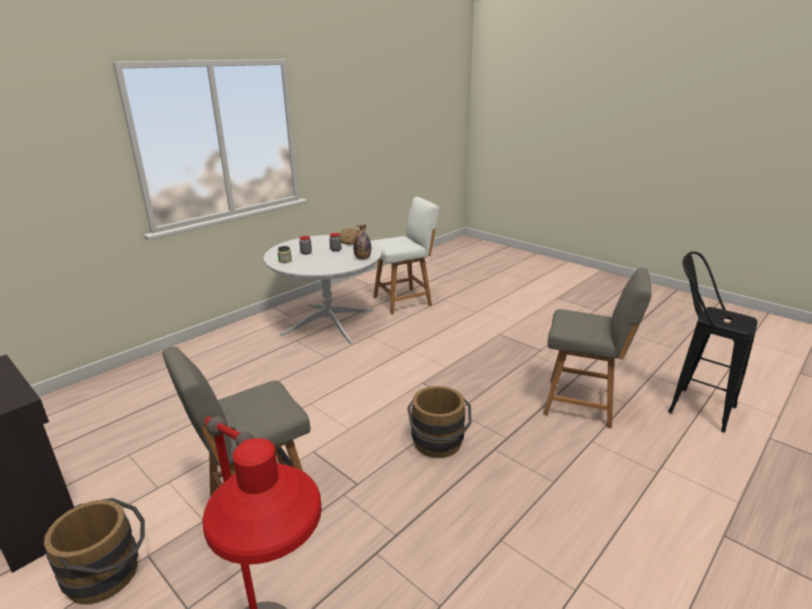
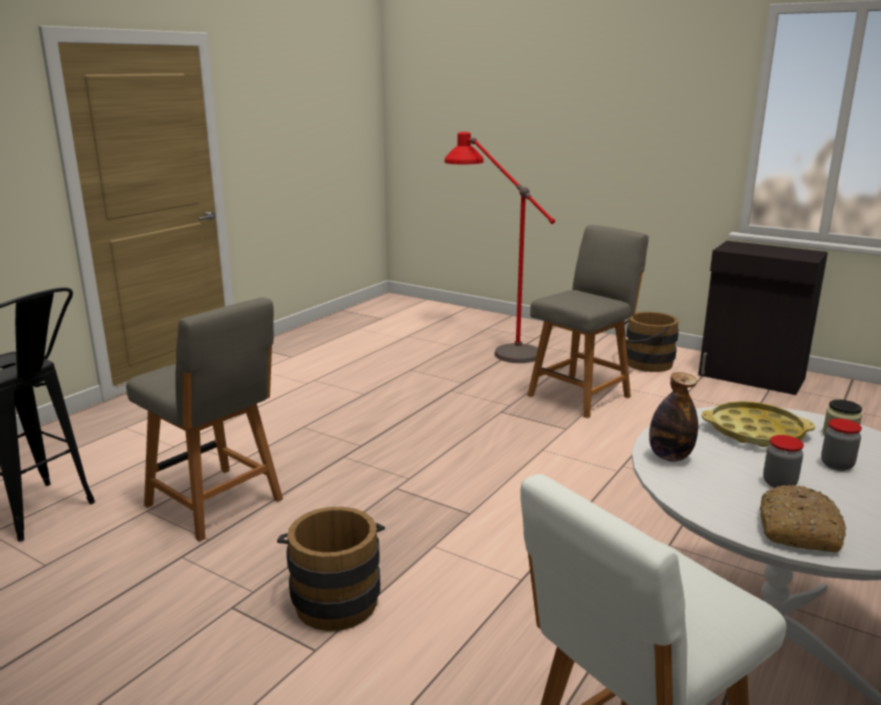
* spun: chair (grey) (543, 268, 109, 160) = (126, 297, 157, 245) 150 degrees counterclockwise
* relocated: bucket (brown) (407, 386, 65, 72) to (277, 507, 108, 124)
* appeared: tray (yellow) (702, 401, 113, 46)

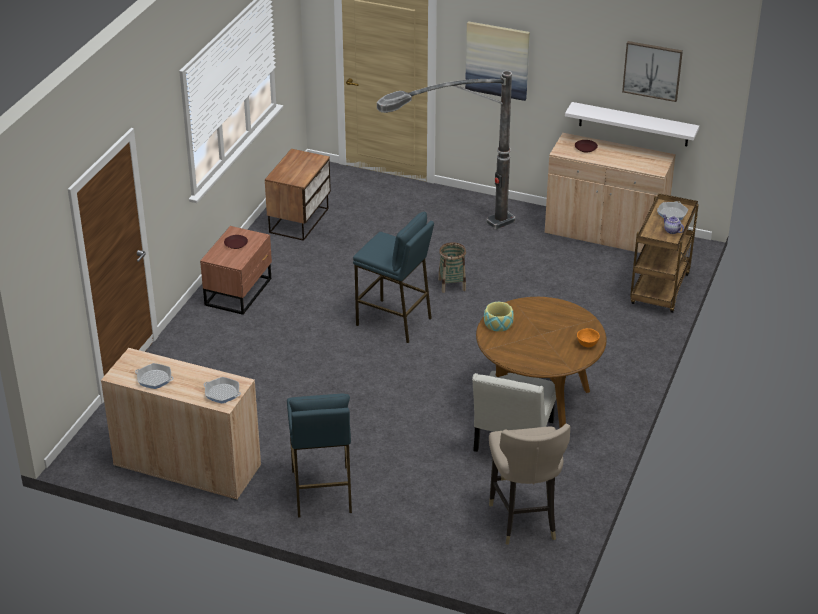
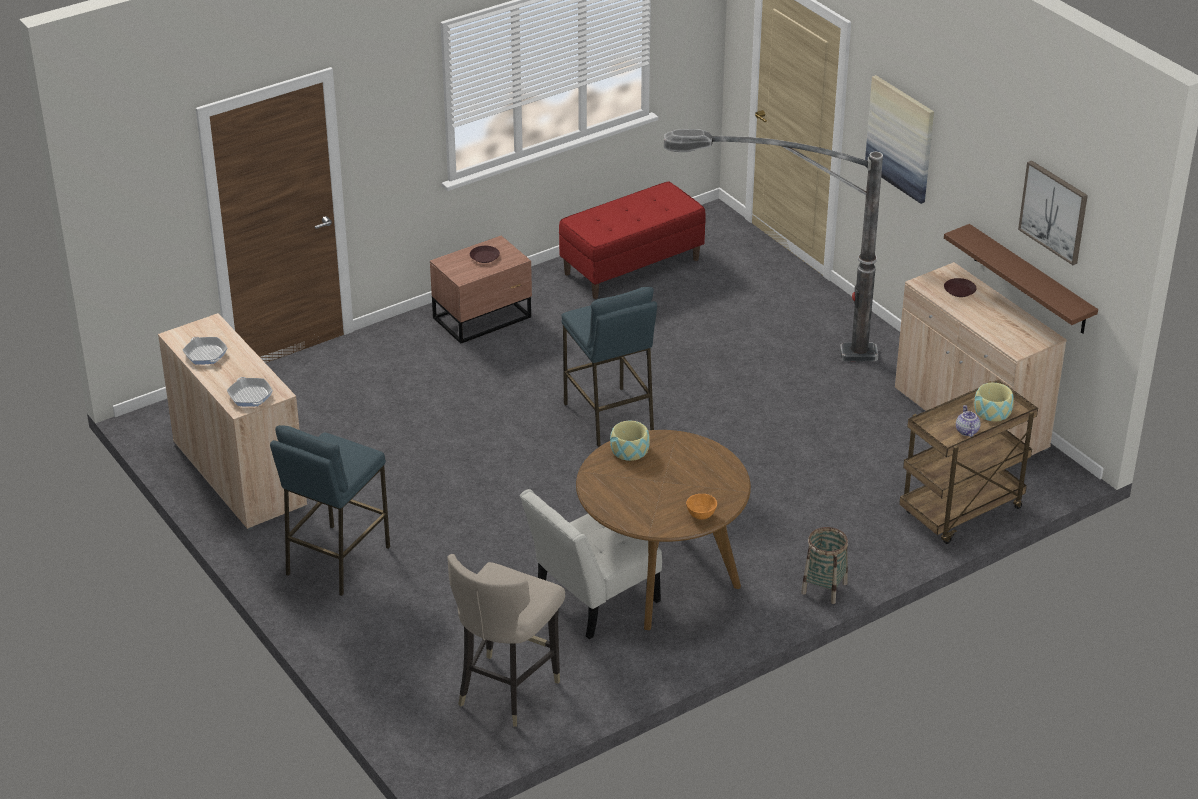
* colour: shelf (white) (565, 102, 134, 44) to shelf (brown) (944, 224, 154, 110)
* exchanged: nightstand (265, 149, 66, 92) to bench (red) (559, 181, 147, 118)
* exchanged: frying pan (657, 201, 32, 19) to bowl (974, 383, 40, 38)
* relocated: basket (438, 242, 28, 51) to (801, 527, 47, 77)

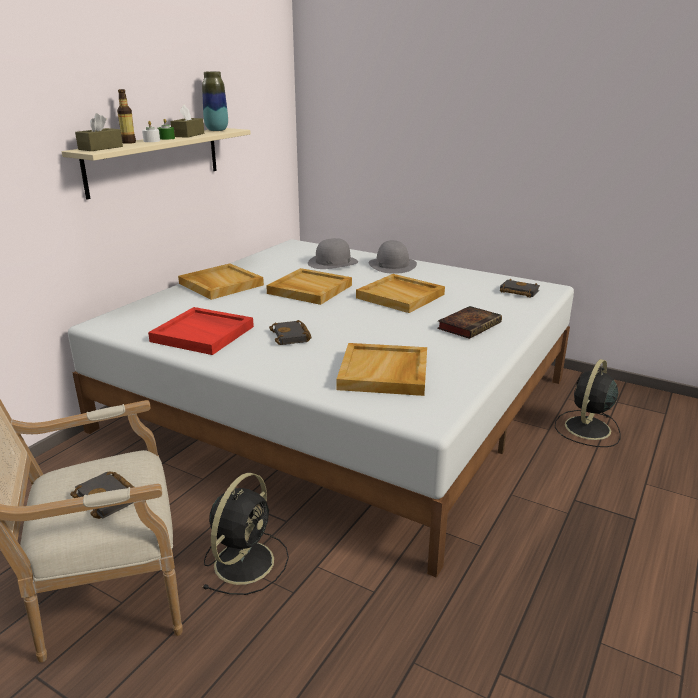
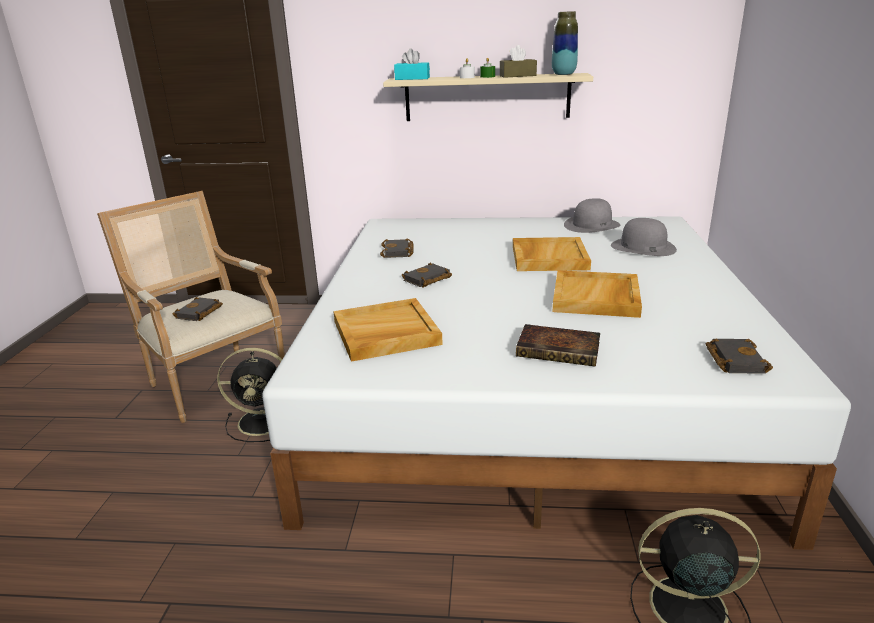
* missing: bottle (117, 89, 19, 55)
* colour: tissue box (brown) (75, 113, 48, 38) to tissue box (turquoise) (394, 49, 36, 31)
* relocated: hat (grey) (369, 240, 48, 34) to (564, 198, 57, 35)
* missing: tray (beige) (178, 263, 86, 37)
* exchanged: tray (red) (148, 307, 106, 48) to book (black) (380, 238, 34, 20)

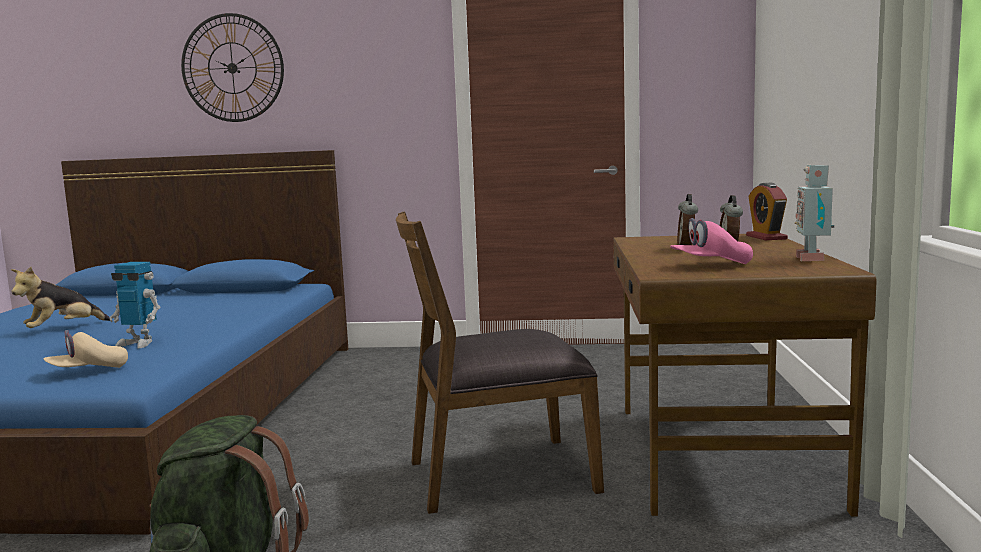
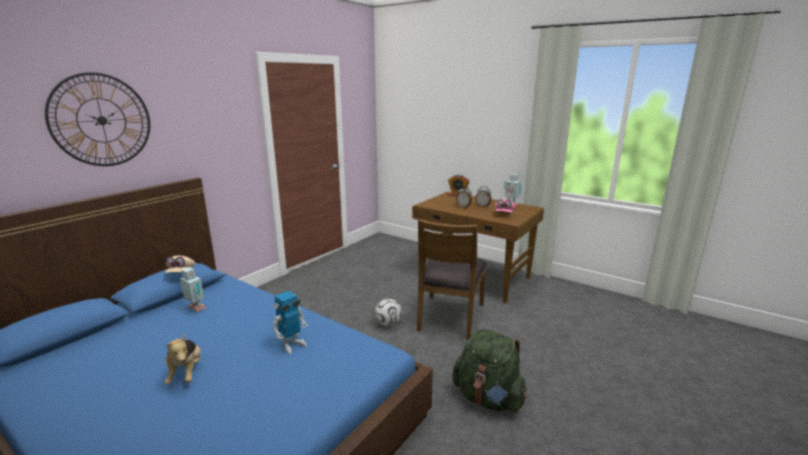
* relocated: cap (beige) (43, 330, 85, 38) to (165, 256, 30, 17)
* appeared: toy robot (180, 267, 26, 45)
* appeared: football (375, 299, 27, 27)

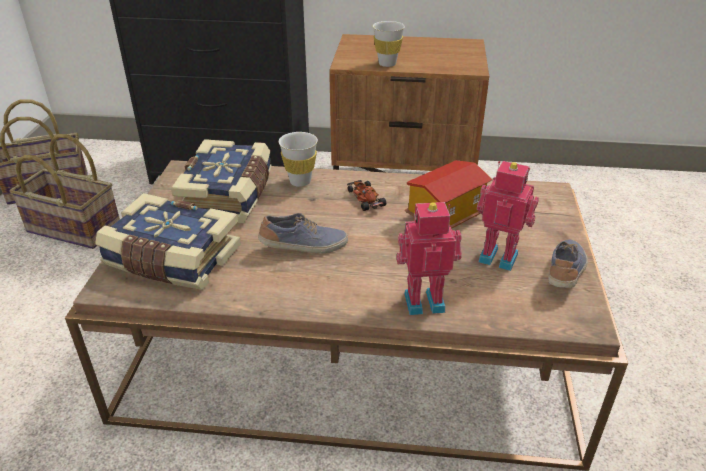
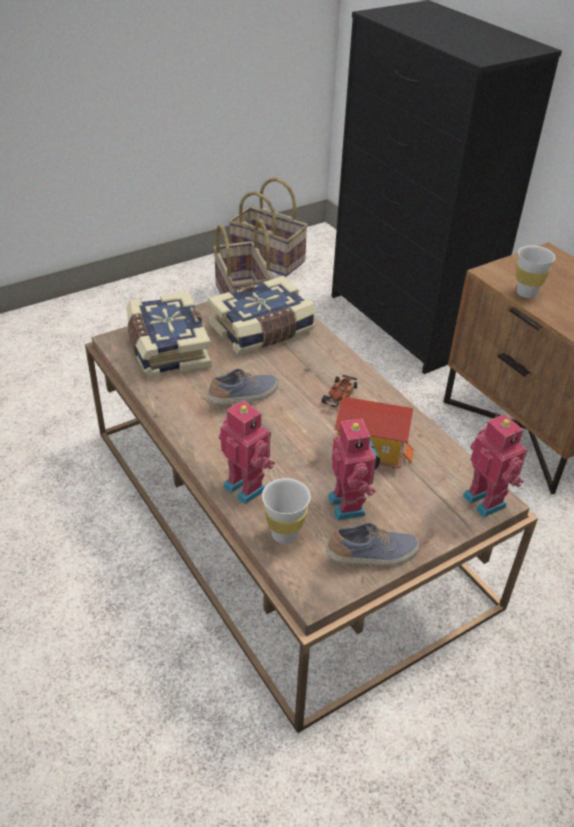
* relocated: cup (white) (279, 132, 39, 55) to (262, 478, 49, 66)
* spun: shoe (258, 213, 90, 40) = (208, 369, 70, 35) 75 degrees counterclockwise
* appeared: toy robot (463, 413, 64, 105)

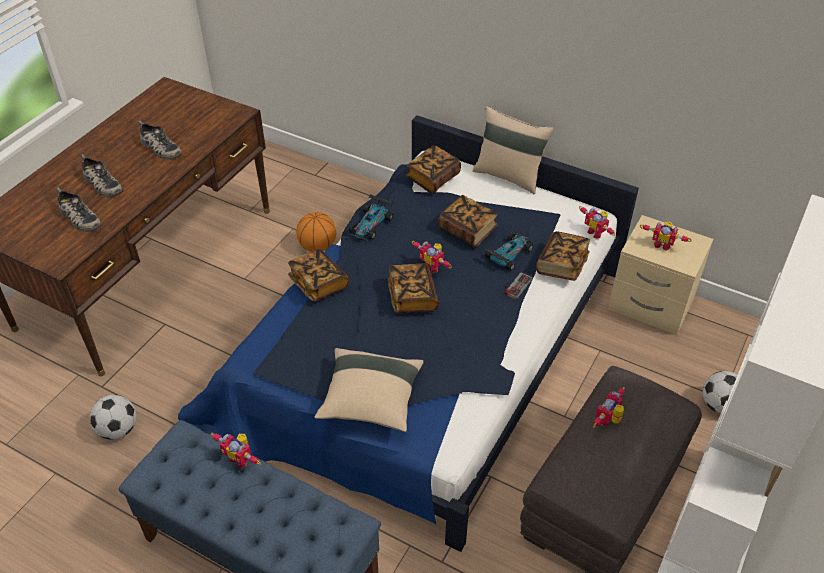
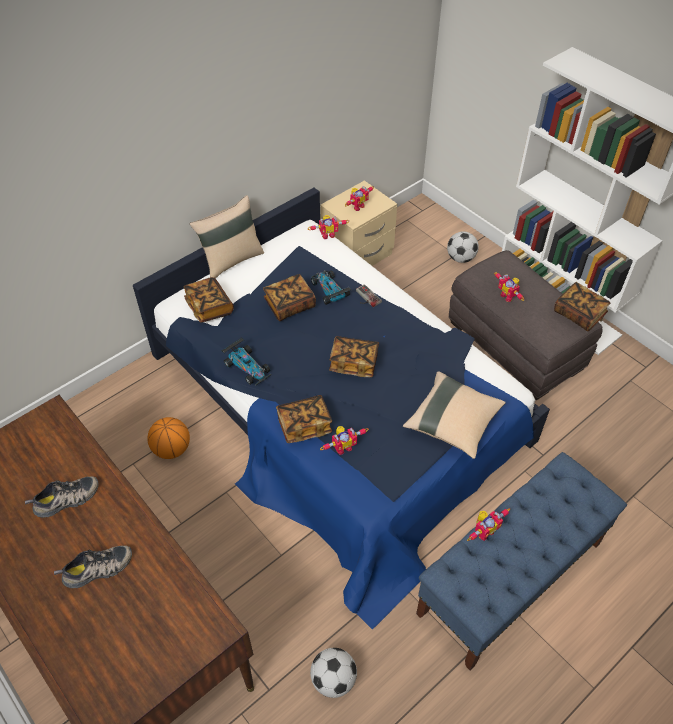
* missing: shoe (56, 187, 46, 45)
* relocated: book (536, 231, 54, 50) to (554, 282, 56, 49)
* relocated: toy robot (412, 241, 40, 32) to (320, 426, 49, 29)

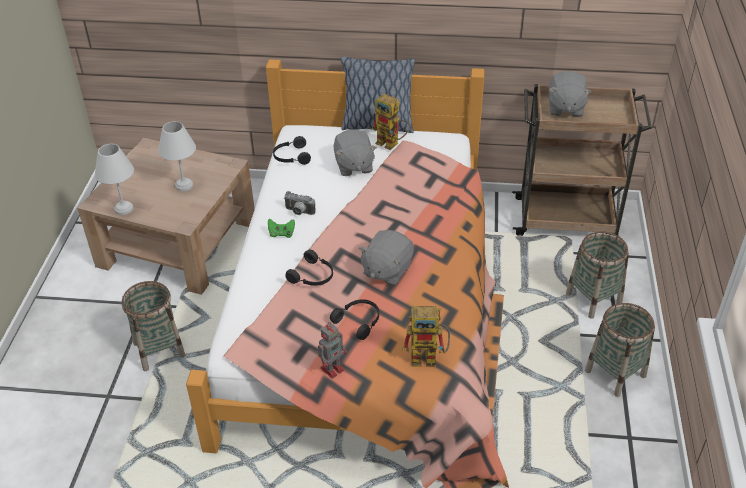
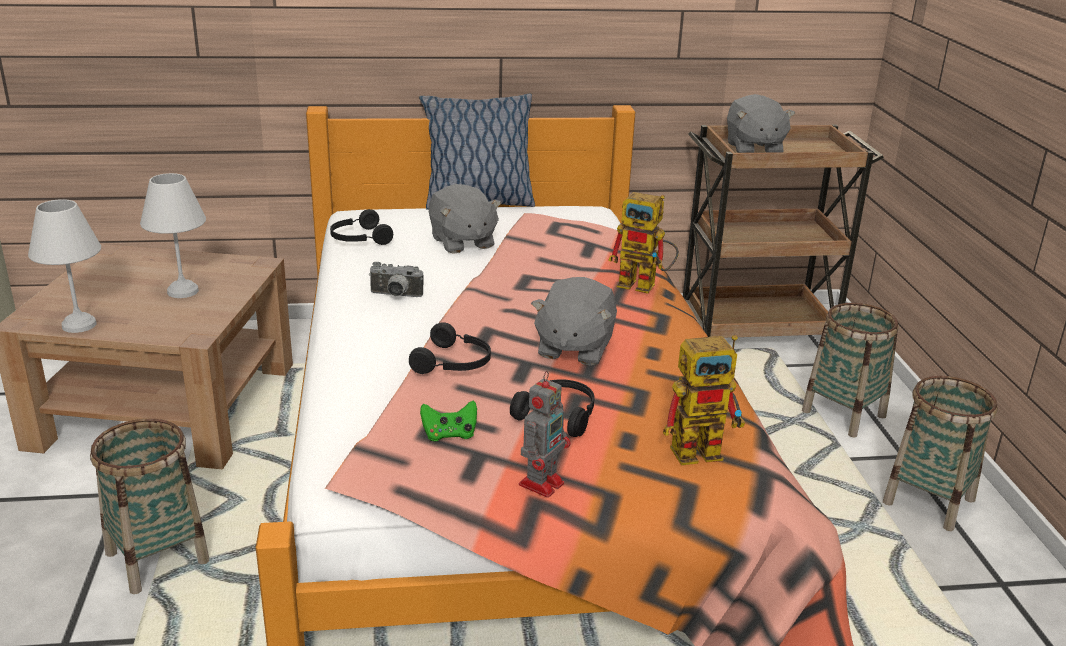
* relocated: toy robot (372, 94, 38, 56) to (608, 192, 71, 102)
* relocated: game controller (green) (268, 219, 27, 19) to (420, 401, 57, 41)

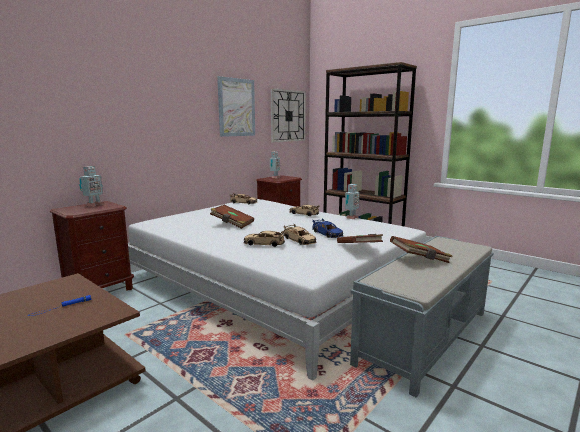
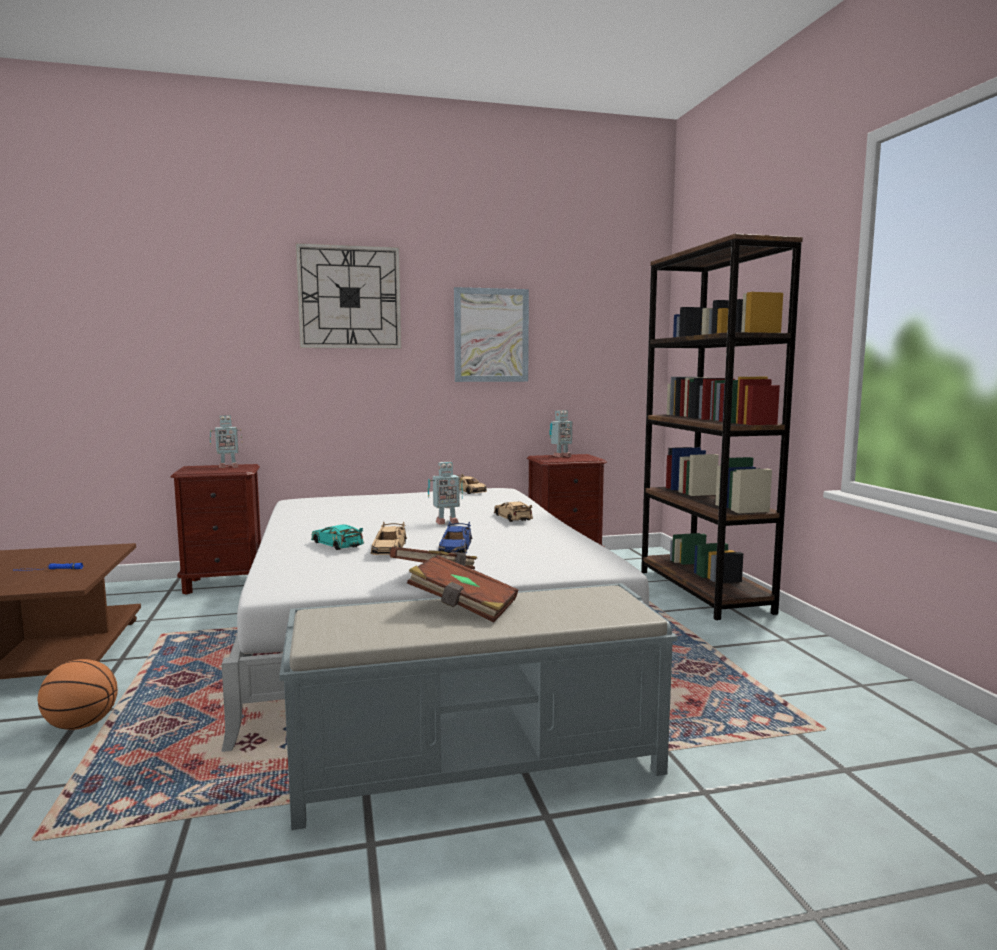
* relocated: wall clock (271, 88, 35, 54) to (296, 243, 105, 106)
* relocated: toy robot (345, 184, 15, 35) to (428, 462, 35, 63)
* missing: book (brown) (210, 205, 44, 24)
* colour: toy car (beige) (243, 231, 42, 16) to toy car (turquoise) (311, 524, 53, 26)
* appeared: basketball (38, 659, 80, 71)

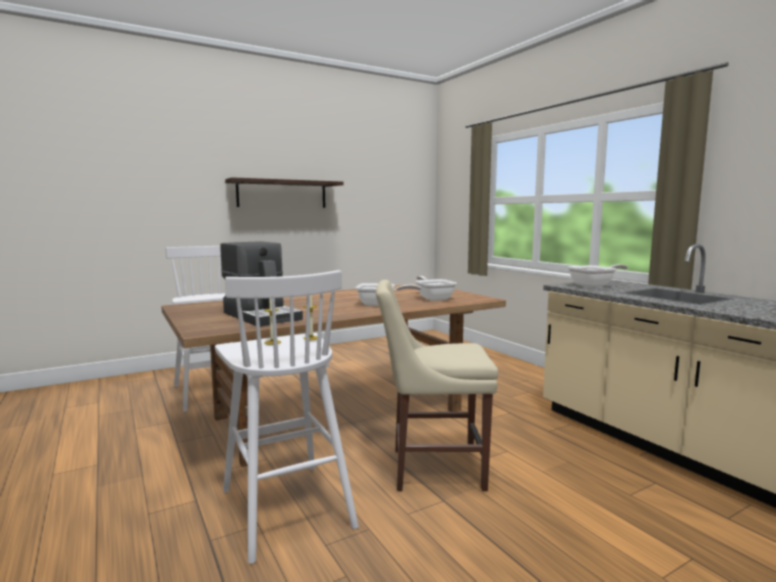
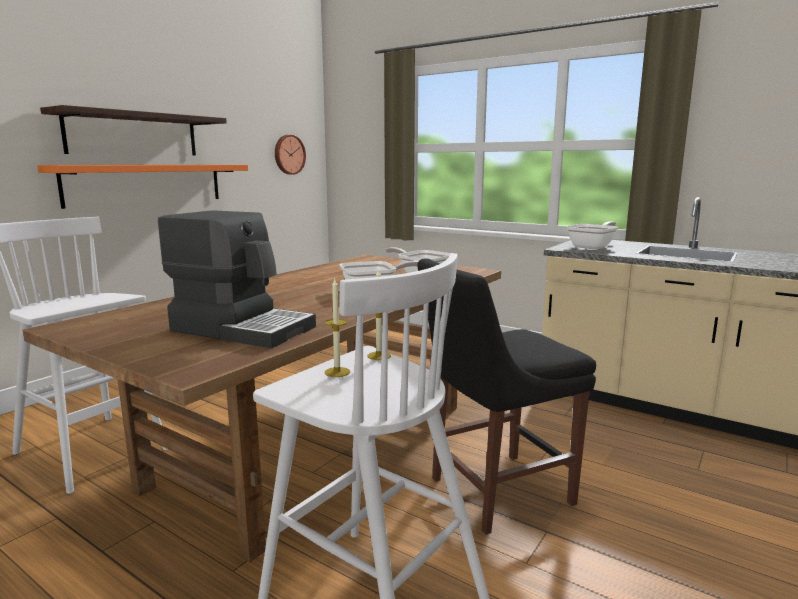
* colour: chair (beige) (376, 280, 122, 211) to chair (black) (417, 258, 179, 277)
* appeared: wall clock (275, 135, 31, 40)
* appeared: shelf (orange) (37, 165, 211, 44)

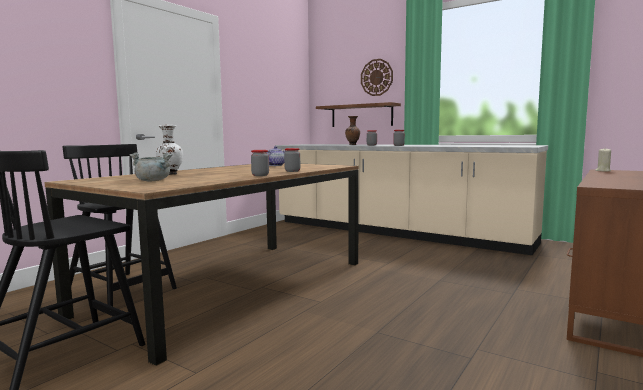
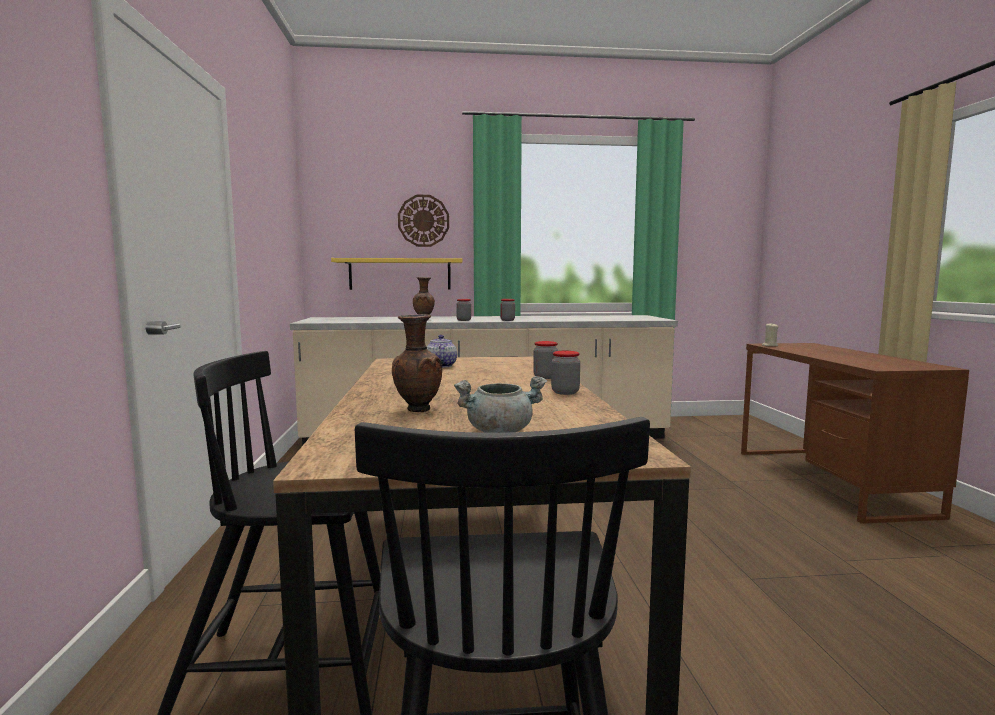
* colour: shelf (brown) (316, 102, 85, 25) to shelf (yellow) (331, 258, 132, 32)
* colour: vase (white) (156, 125, 27, 50) to vase (brown) (392, 314, 50, 98)

